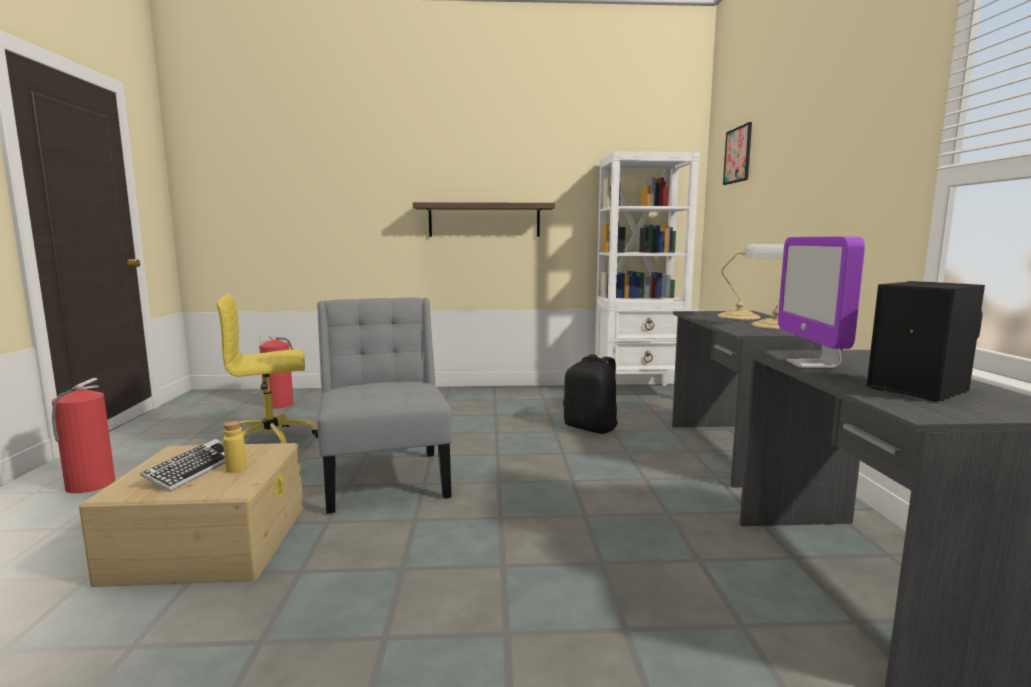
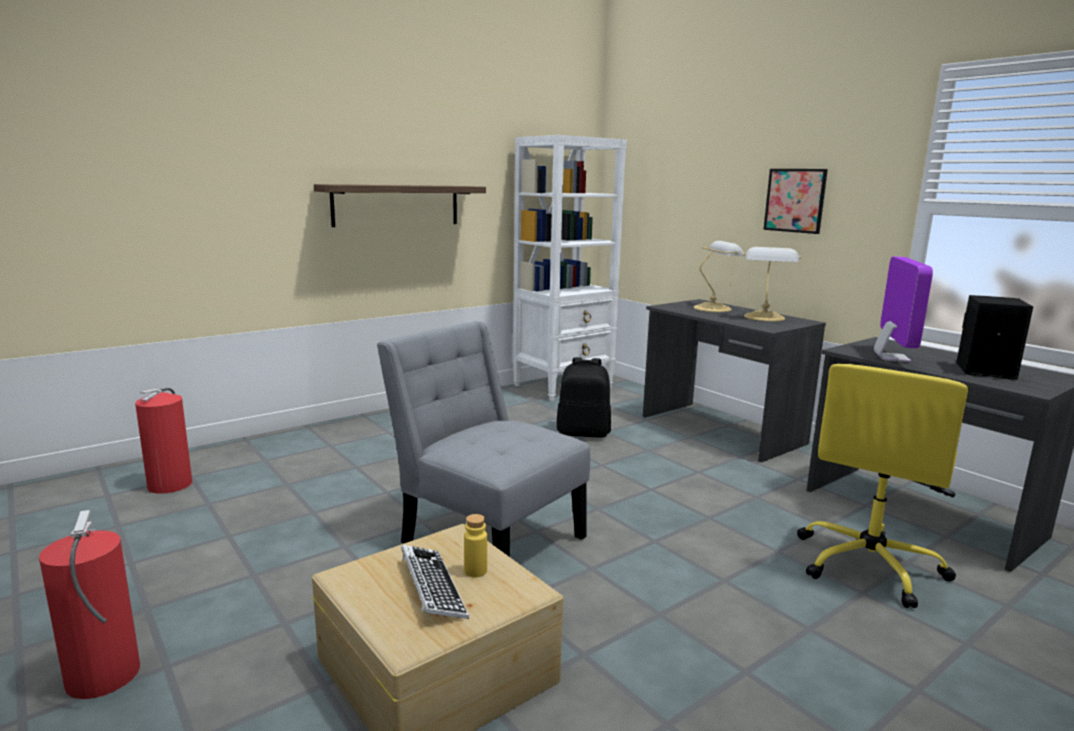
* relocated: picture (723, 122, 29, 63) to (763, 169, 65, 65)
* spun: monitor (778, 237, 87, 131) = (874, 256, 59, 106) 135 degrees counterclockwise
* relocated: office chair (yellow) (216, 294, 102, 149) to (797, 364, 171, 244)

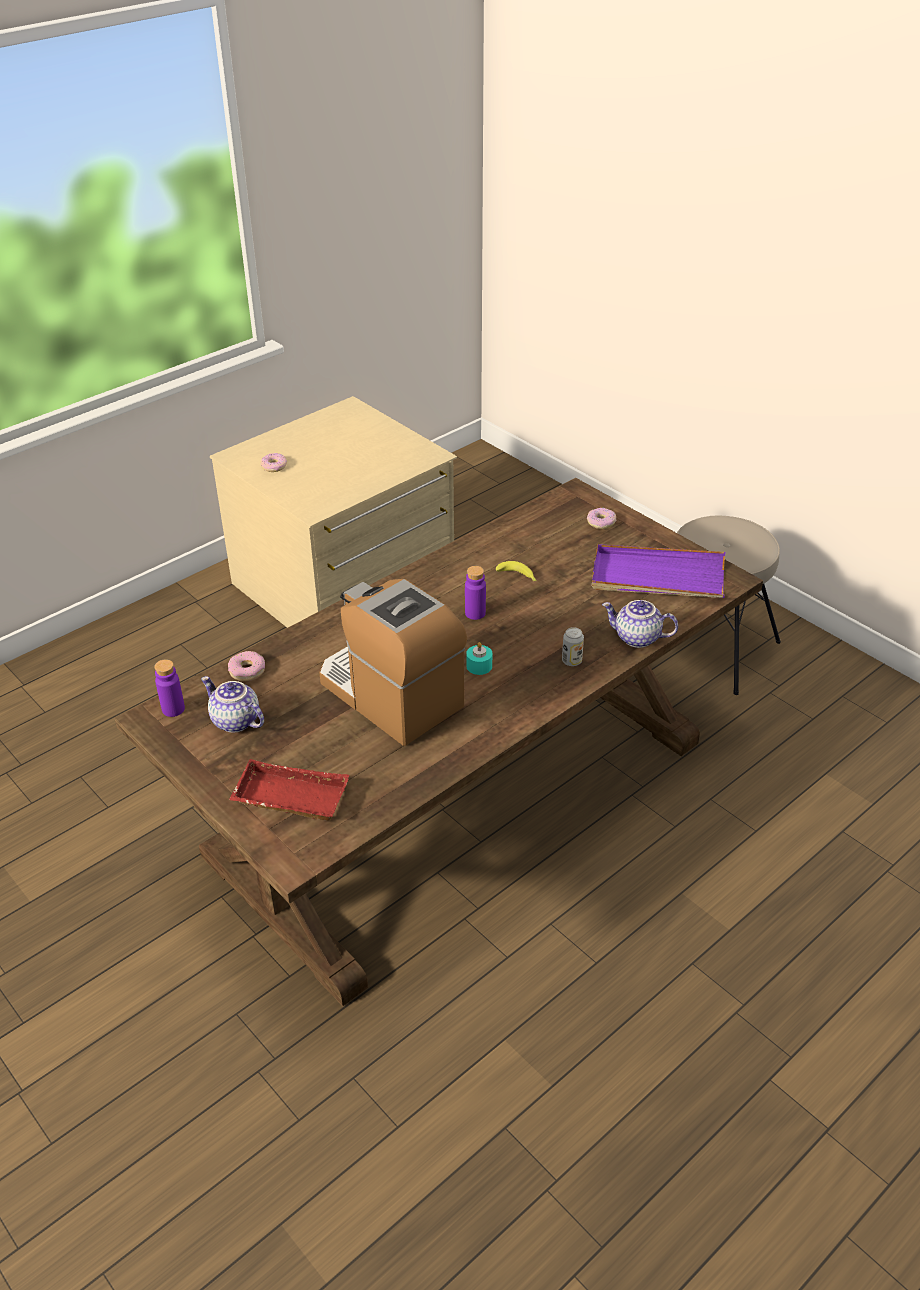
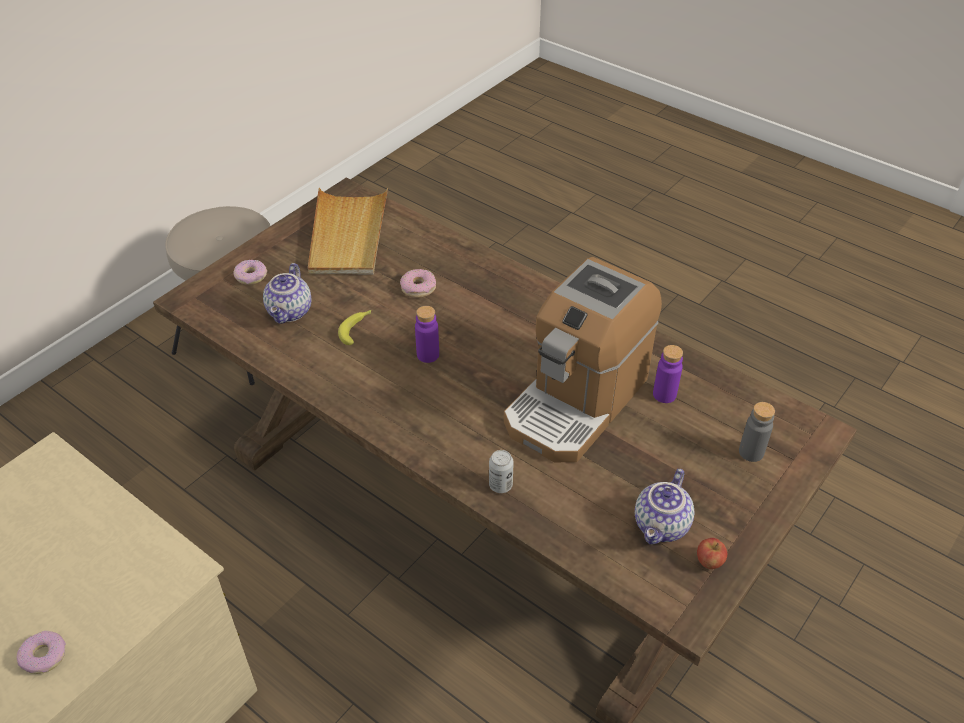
* colour: tray (purple) (592, 544, 134, 54) to tray (beige) (308, 188, 80, 87)
* relocated: teapot (602, 600, 76, 48) to (263, 263, 49, 61)
* relocated: can (562, 627, 22, 39) to (489, 450, 25, 43)
* missing: candle (turquoise) (466, 642, 26, 33)
* relocated: donut (228, 651, 37, 30) to (400, 269, 36, 29)
* relocated: bottle (purple) (154, 659, 31, 58) to (653, 345, 30, 58)
* exchanged: tray (red) (229, 759, 120, 62) to bottle (grey) (739, 402, 36, 60)
* appeared: apple (697, 538, 30, 31)

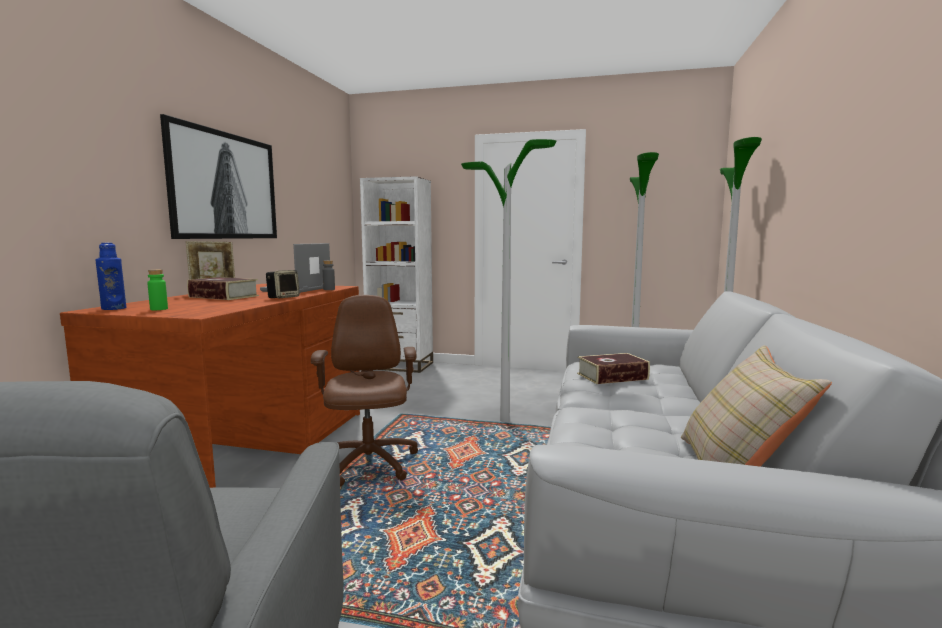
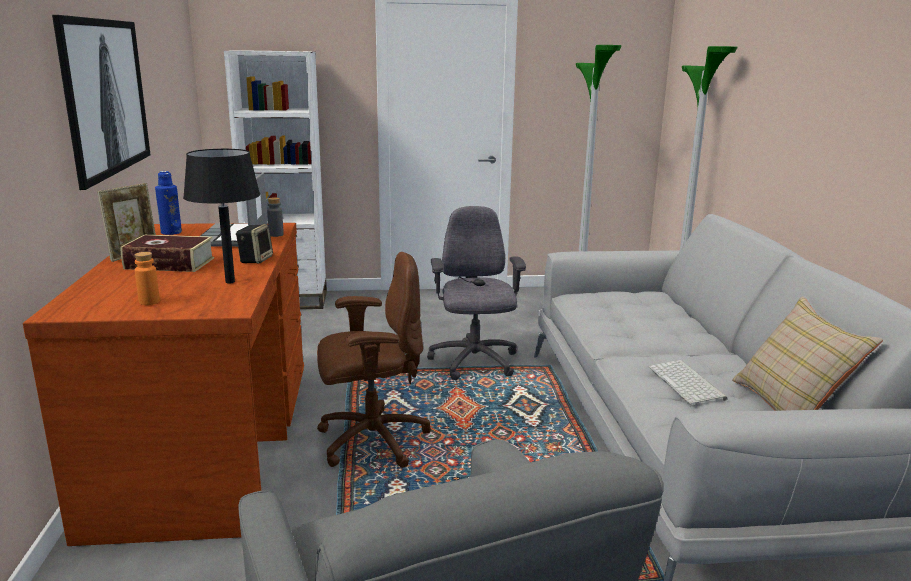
* exchanged: floor lamp (461, 139, 95, 283) to office chair (grey) (427, 206, 99, 174)
* relocated: bottle (blue) (95, 243, 31, 67) to (155, 171, 27, 64)
* colour: bottle (green) (147, 269, 21, 41) to bottle (orange) (135, 252, 25, 53)
* spun: office chair (brown) (311, 295, 107, 192) = (317, 252, 114, 216) 105 degrees clockwise
* missing: book (577, 353, 73, 31)
* appeared: table lamp (black) (183, 149, 77, 134)
* appeared: keyboard (649, 360, 78, 44)

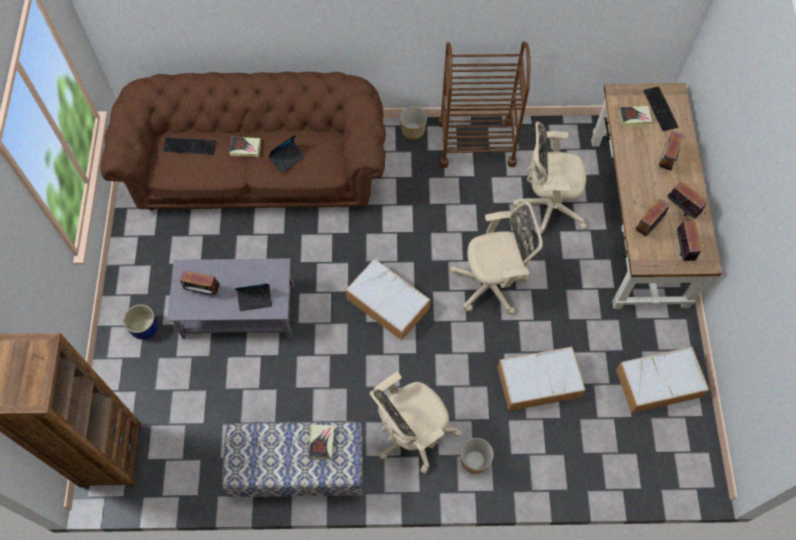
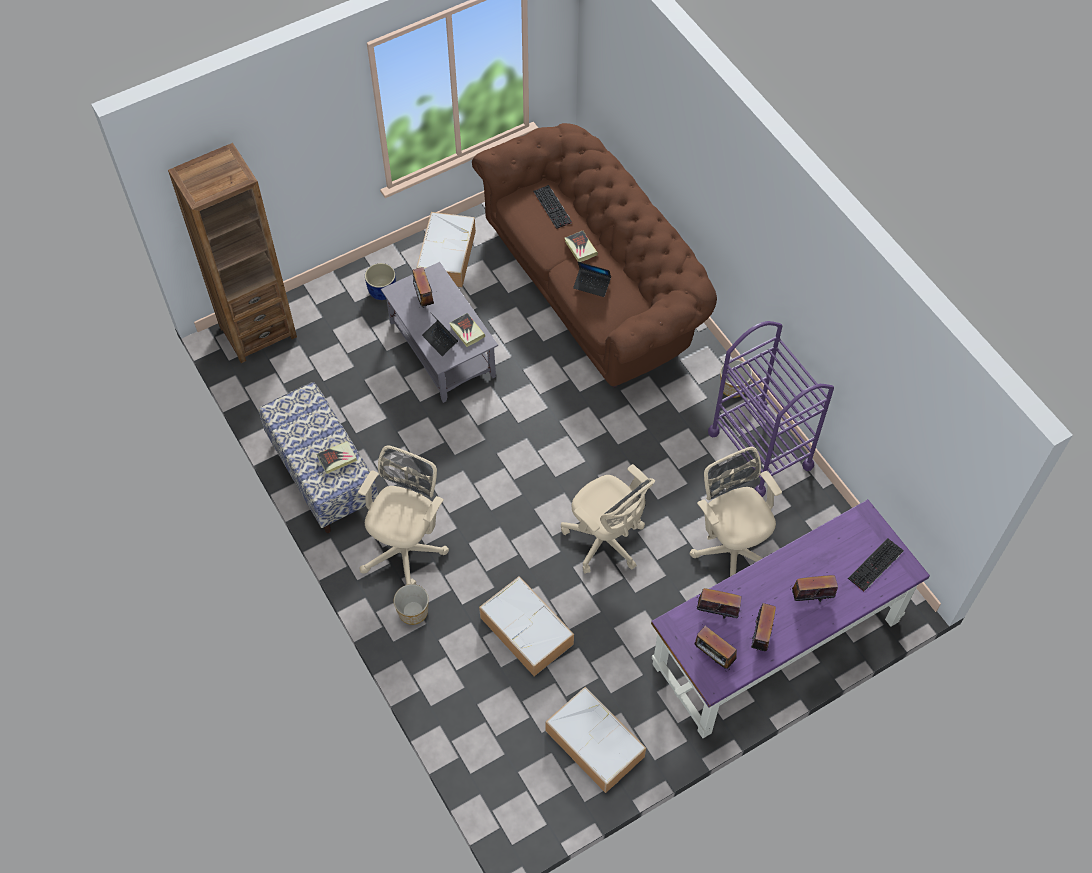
* colour: cart (brown) (438, 41, 92, 127) to cart (purple) (708, 321, 126, 176)
* colour: desk (brown) (591, 83, 131, 226) to desk (purple) (651, 499, 279, 239)
* relocated: book (618, 106, 35, 20) to (449, 313, 36, 34)
* spun: radio (677, 221, 24, 40) = (695, 626, 42, 44) 75 degrees clockwise
* relocated: storage box (346, 258, 85, 82) to (417, 212, 59, 75)
* spun: office chair (beige) (370, 372, 92, 102) = (358, 445, 91, 140) 90 degrees clockwise

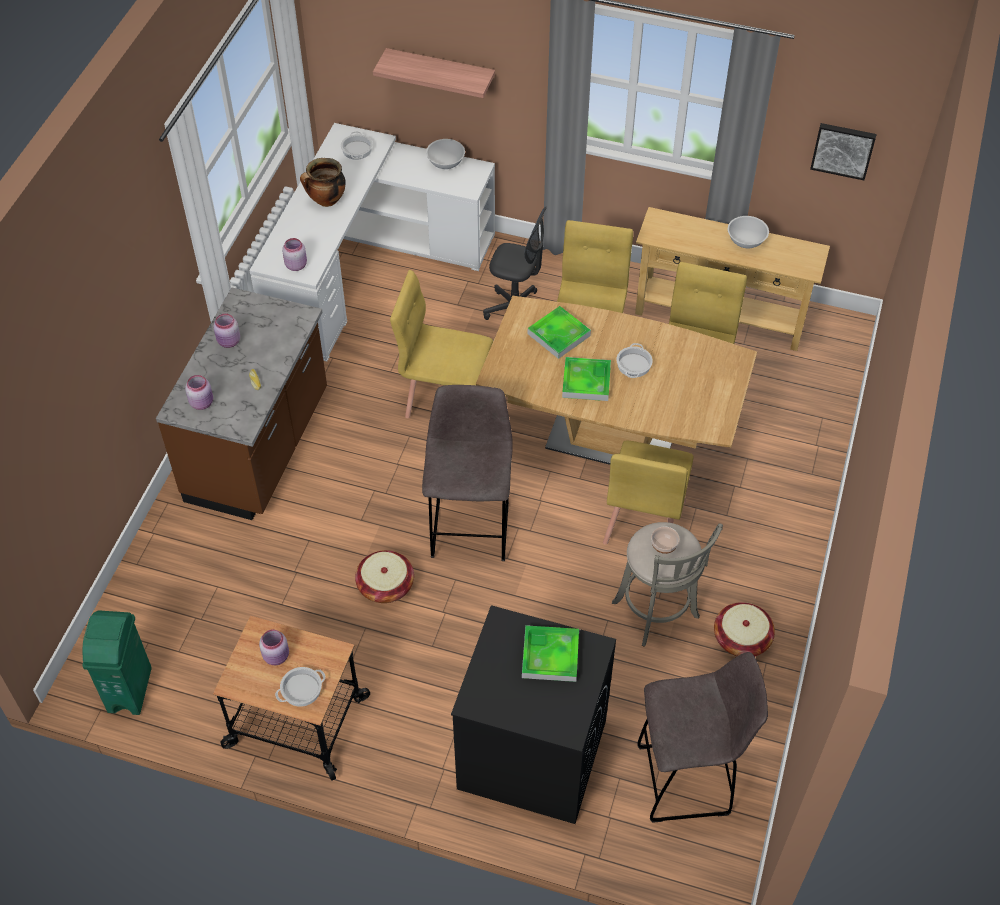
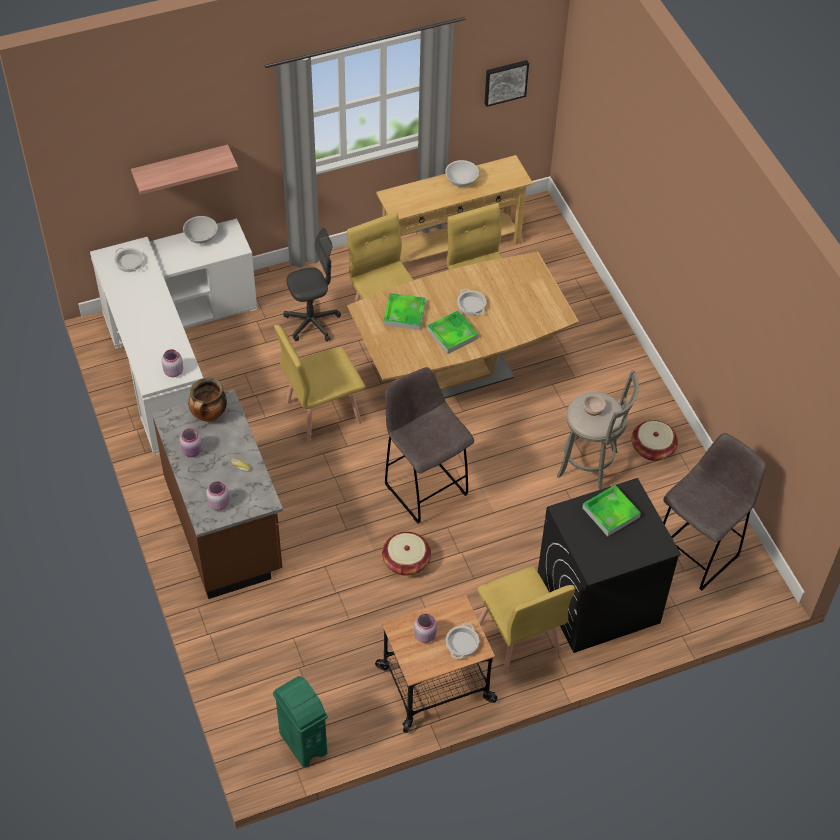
* relocated: cooking pot (300, 158, 46, 49) to (188, 378, 39, 44)
* relocated: chair (yellow) (603, 441, 90, 104) to (477, 566, 98, 110)

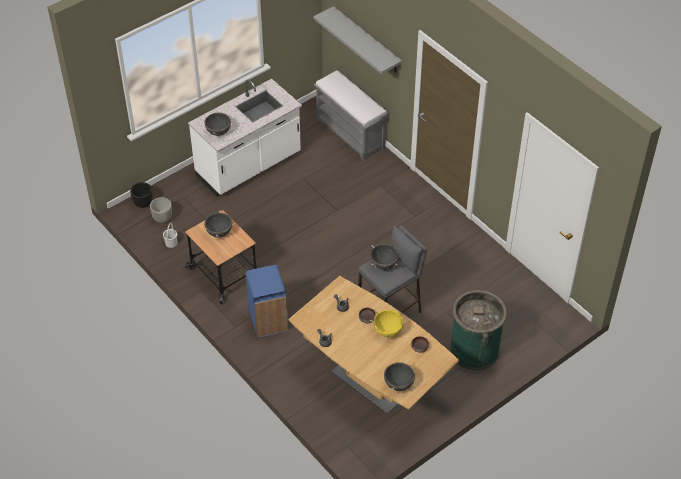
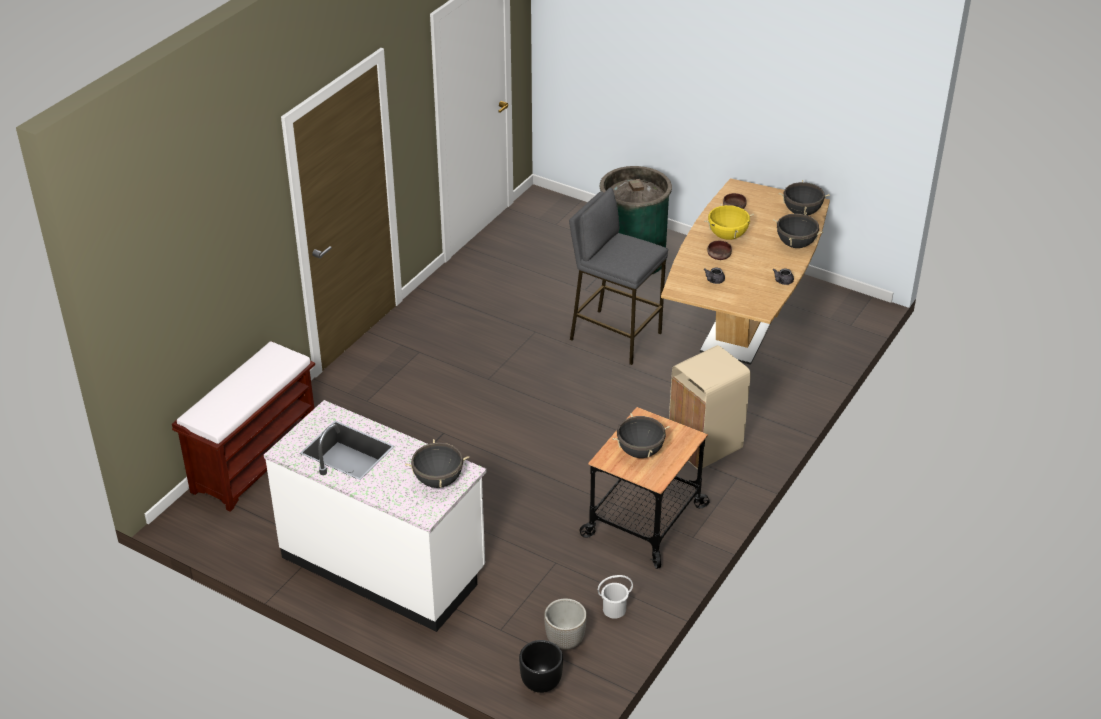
* missing: shelf (grey) (314, 6, 88, 68)
* colour: bench (grey) (313, 70, 76, 91) to bench (brown) (172, 341, 143, 171)
* relocated: cooking pot (black) (370, 244, 29, 26) to (773, 212, 50, 36)
* colour: trash can (blue) (246, 265, 42, 73) to trash can (beige) (669, 345, 82, 124)

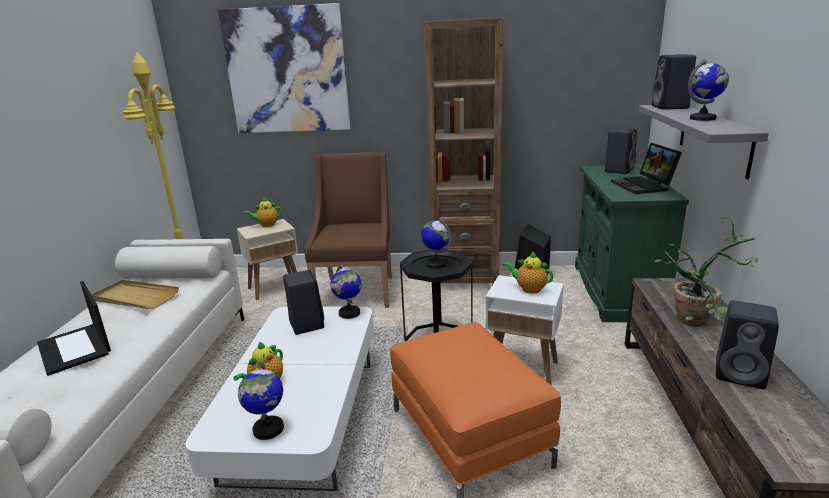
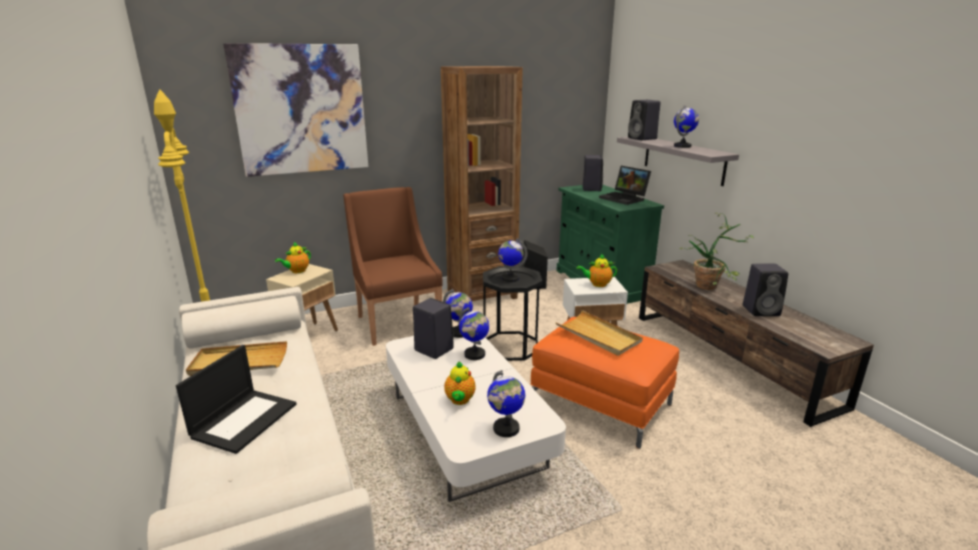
* spun: laptop (37, 281, 74, 95) = (176, 345, 121, 109) 90 degrees counterclockwise
* appeared: globe (459, 307, 30, 53)
* appeared: tray (beige) (555, 310, 88, 46)

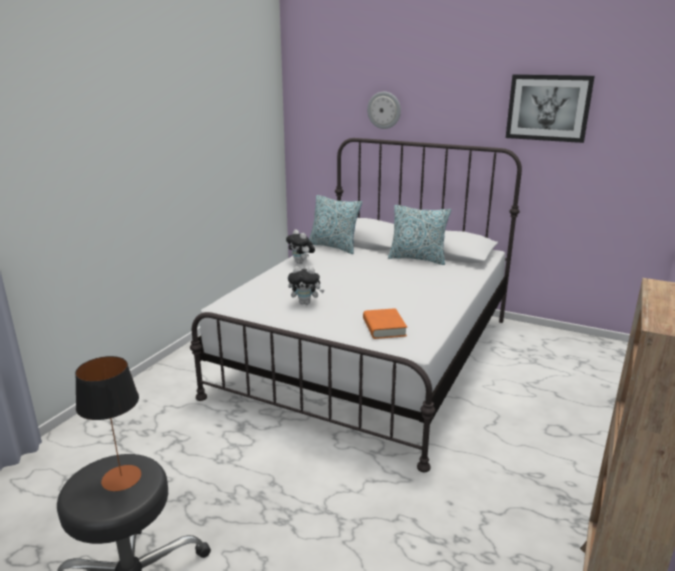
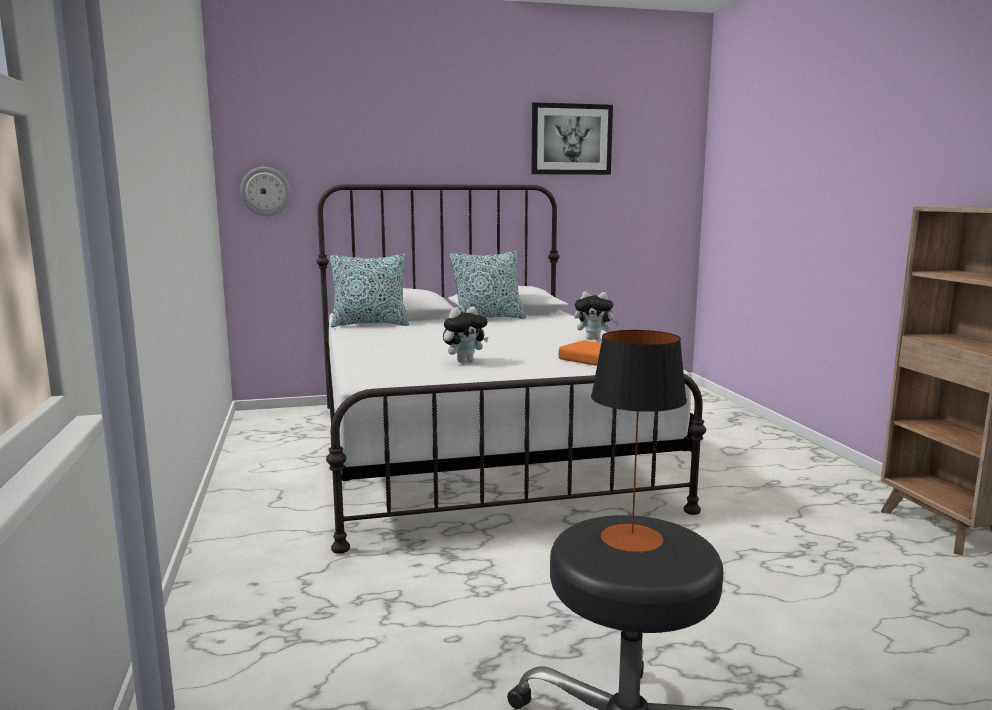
* relocated: wall clock (367, 92, 34, 37) to (240, 167, 51, 49)
* relocated: plush toy (286, 230, 29, 34) to (574, 291, 45, 49)

